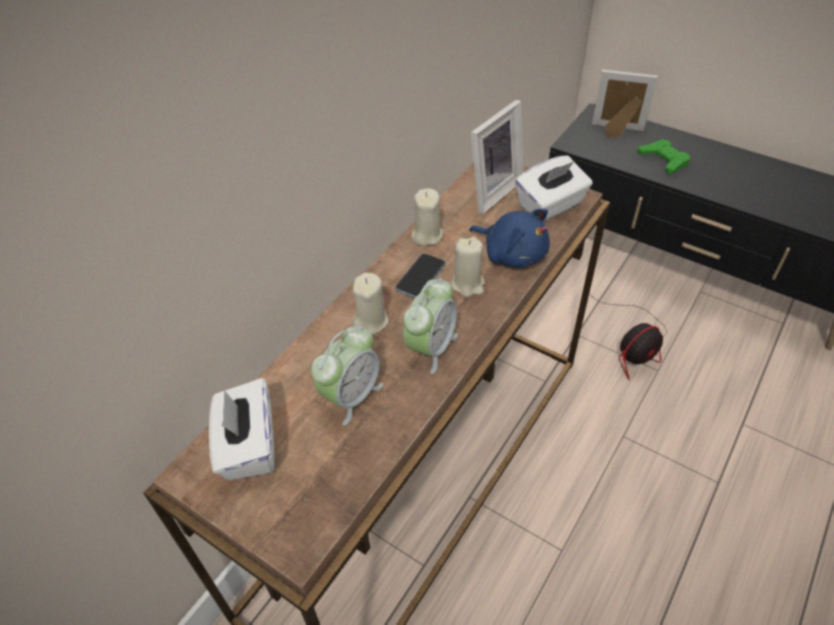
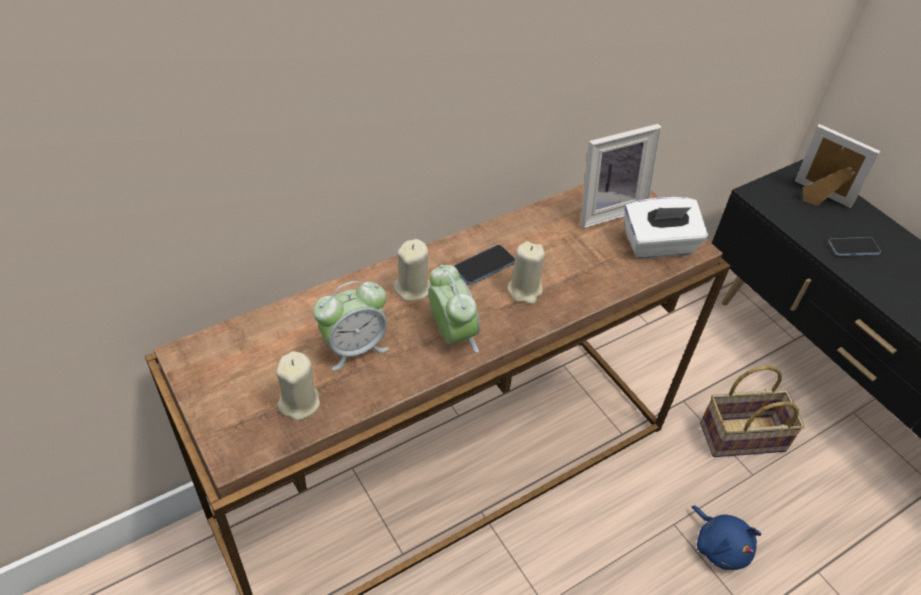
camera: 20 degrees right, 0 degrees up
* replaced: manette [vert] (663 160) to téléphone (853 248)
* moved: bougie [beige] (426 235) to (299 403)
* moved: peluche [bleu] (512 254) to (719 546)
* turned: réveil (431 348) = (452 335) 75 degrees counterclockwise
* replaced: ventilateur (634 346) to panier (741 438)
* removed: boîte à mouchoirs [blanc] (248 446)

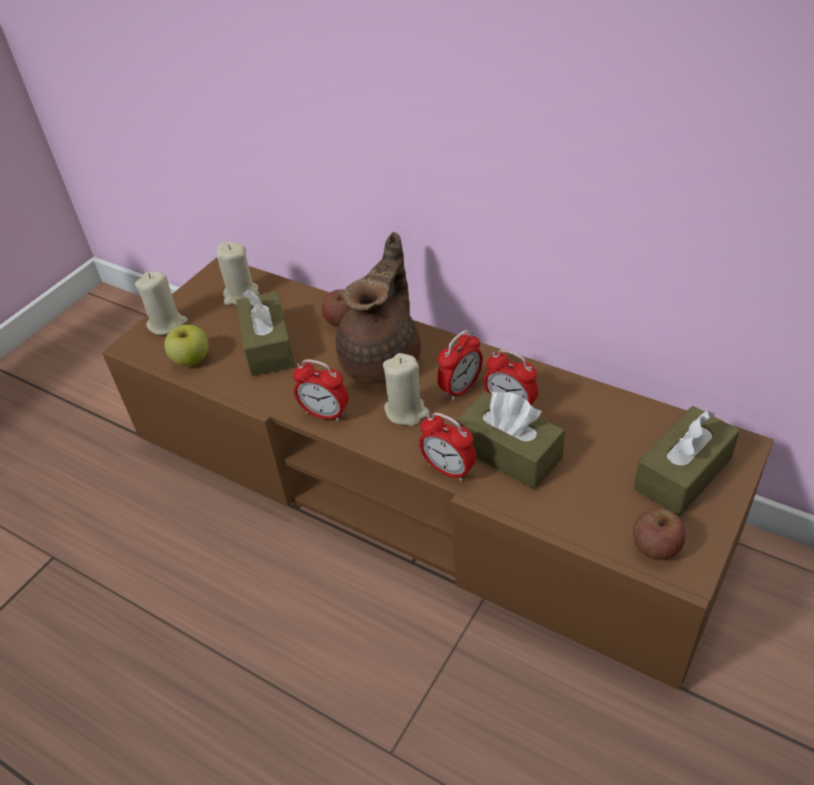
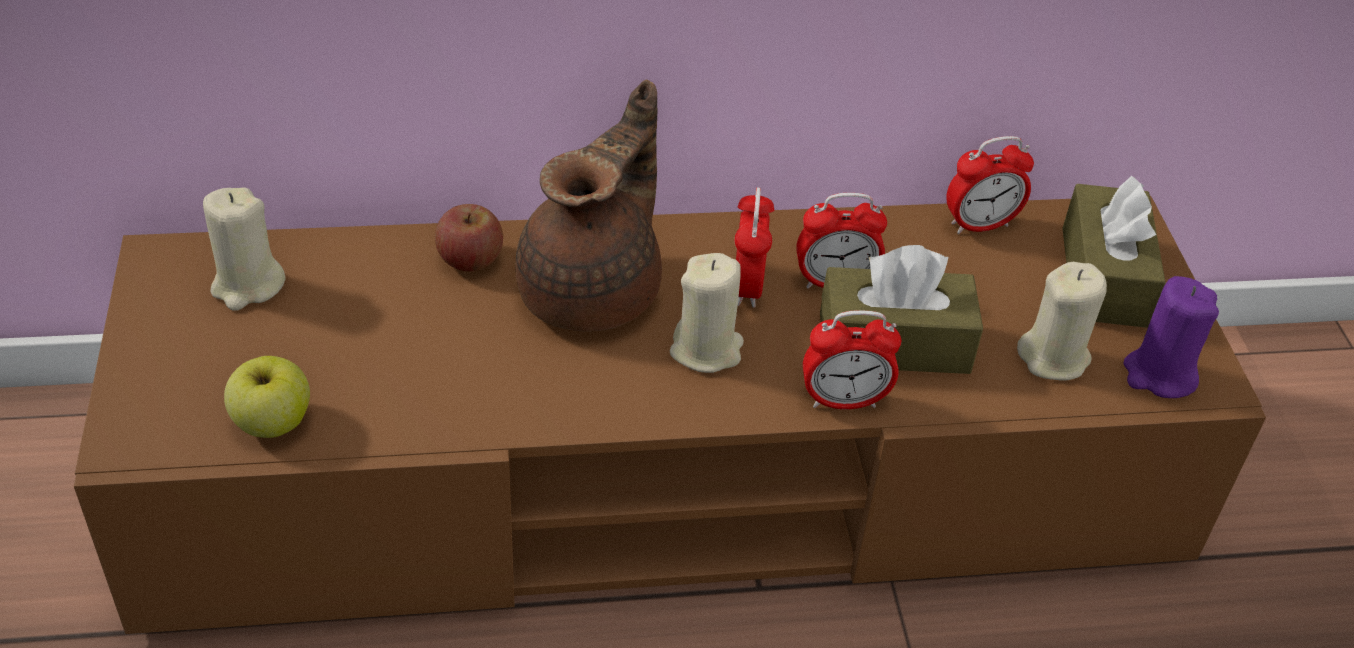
camera: 45 degrees left, 0 degrees up
* turned: théière [marron] (383 358) = (595 290) 45 degrees clockwise
* moved: bougie [beige] (167 324) to (1053 357)
* removed: boîte à mouchoirs [marron] (268 346)
* moved: réveil (325 414) to (980 225)
* replaced: pomme (656 546) to bougie [violet] (1159 374)

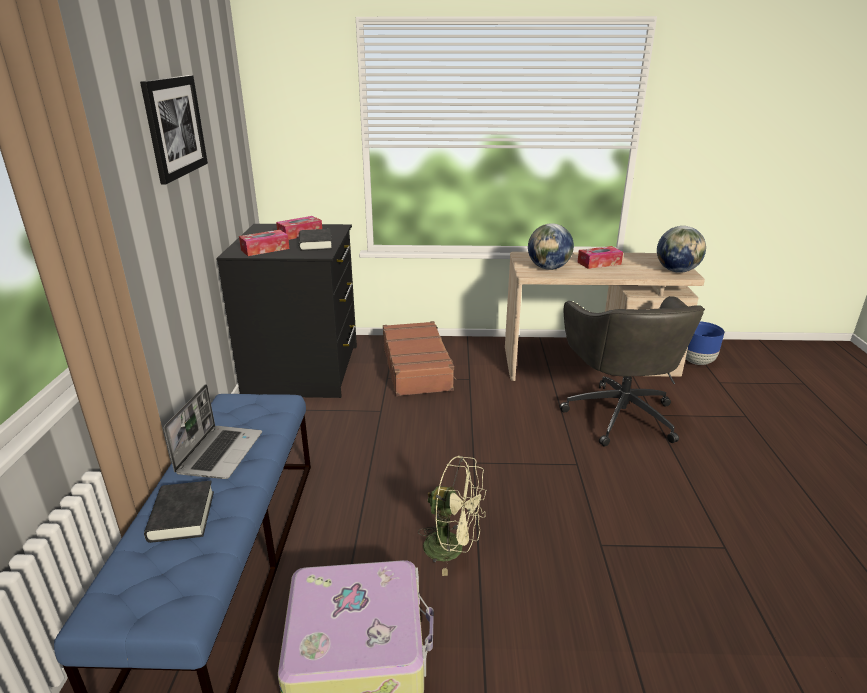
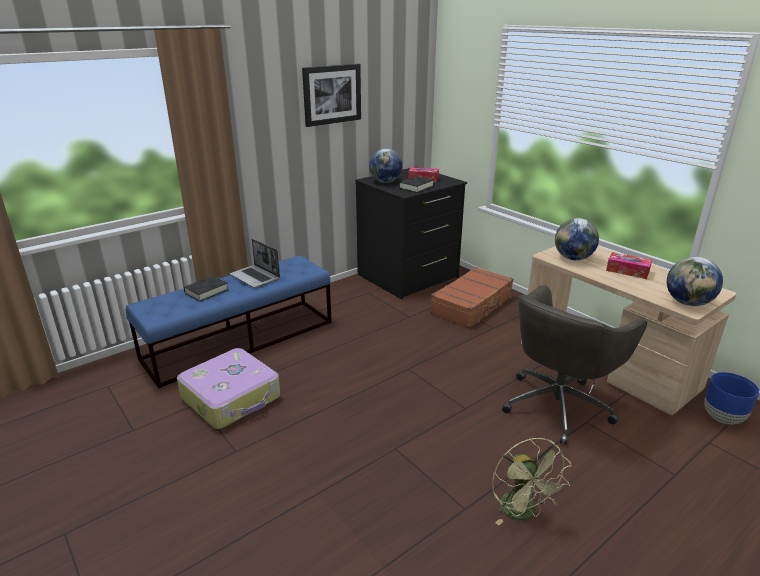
camera: 50 degrees right, 0 degrees up
* replaced: boîte à mouchoirs (265 249) to globe (385 182)
* turned: ordinateur portable (220 452) = (256 277) 75 degrees clockwise
* moved: ventilateur [vert] (452 548) to (522 513)

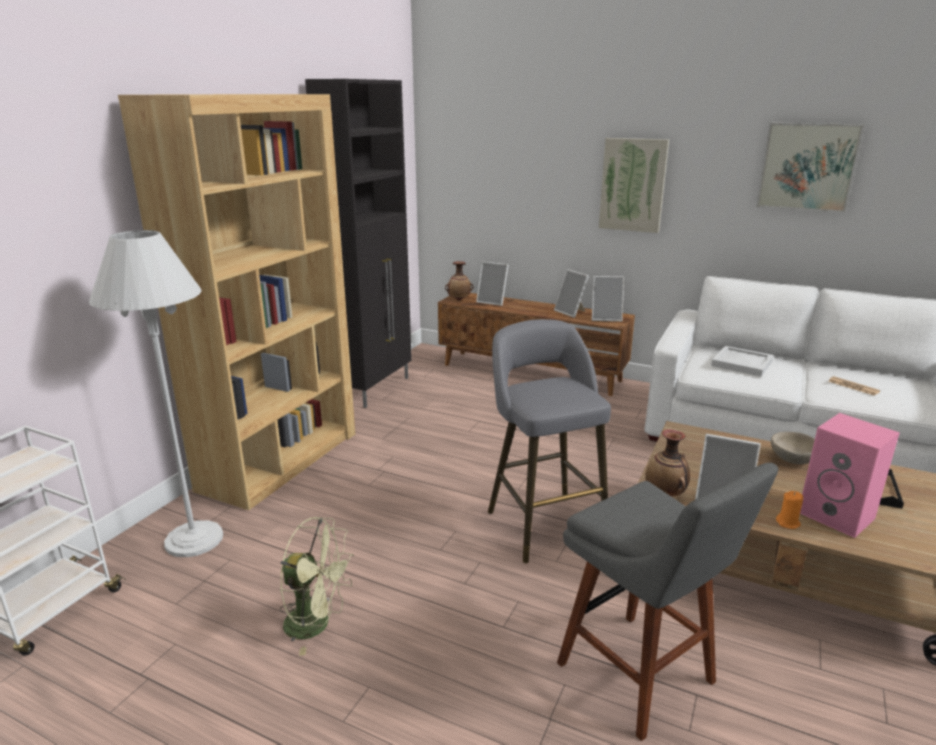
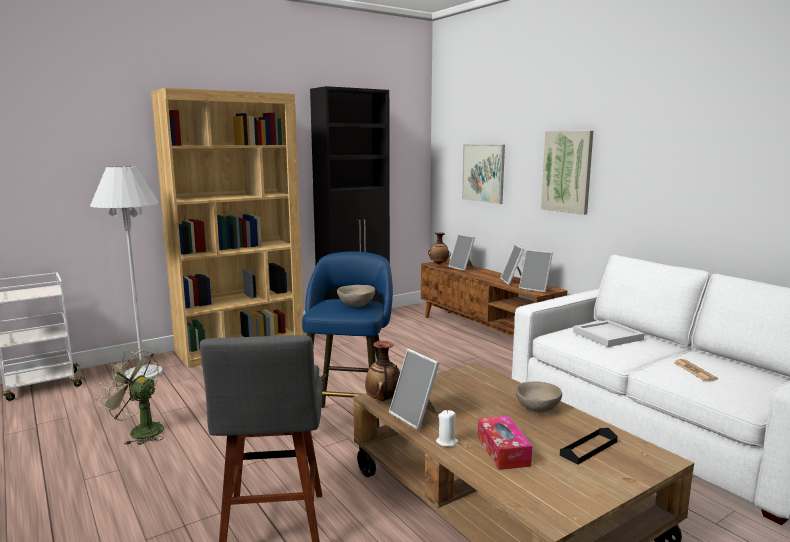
camera: 30 degrees right, 10 degrees down
* moved: tableau (807 167) to (483 173)
* recoloured: tabouret [gris] (543 522) to tabouret [bleu] (349 422)
* replaced: enceinte [rose] (838 515) to boîte à mouchoirs (503 451)
* recoloured: bougie [orange] (788 523) to bougie [blanc] (447 442)
* turned: ventilateur [vert] (317 624) = (139 431) 150 degrees clockwise
* added: bol [beige] (356 305)

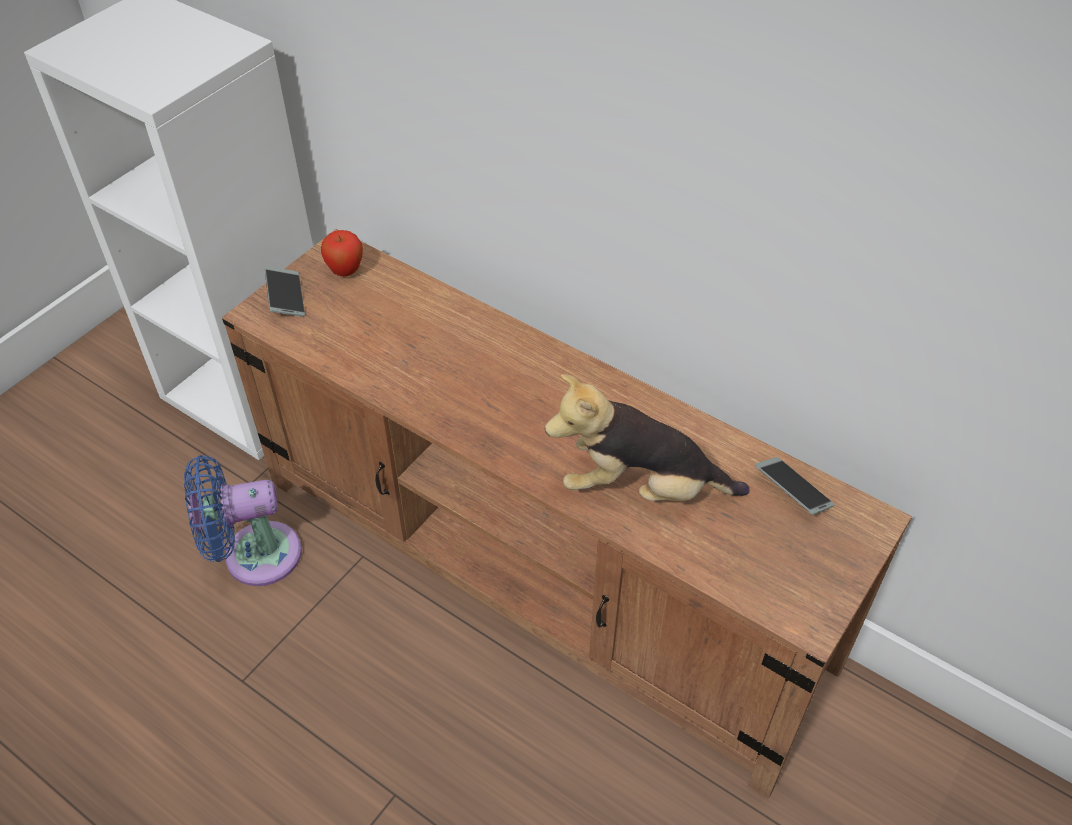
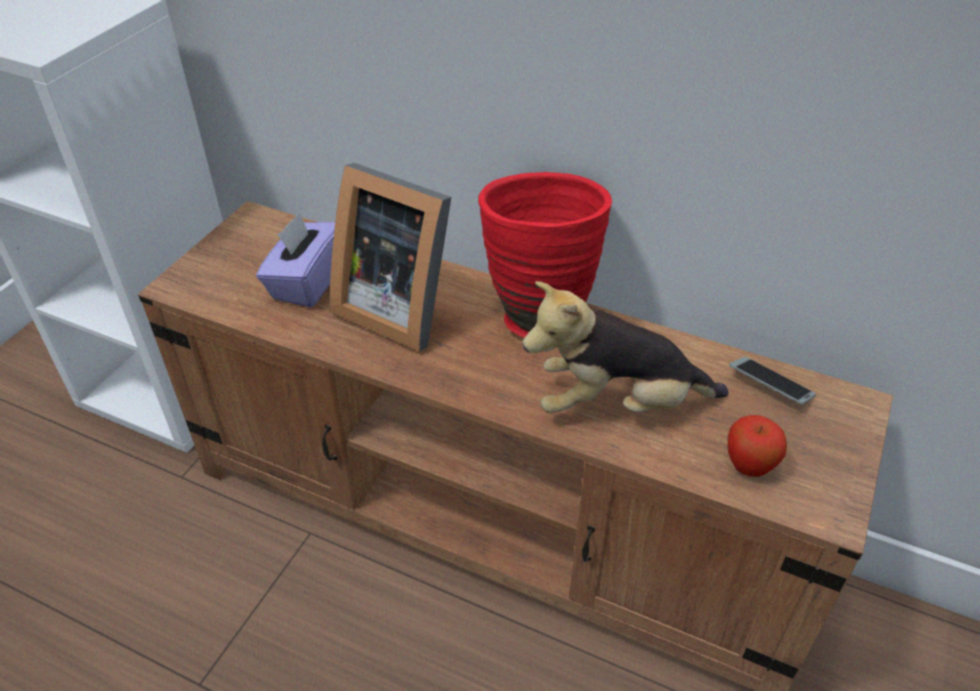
camera: 10 degrees left, 5 degrees down
* moved: pomme (345 271) to (748 466)
* removed: téléphone (286 297)
* removed: ventilateur [bleu] (254 555)
* added: cadre photo (397 307)
* added: vase [rouge] (537 311)
* added: boîte à mouchoirs [violet] (307 282)

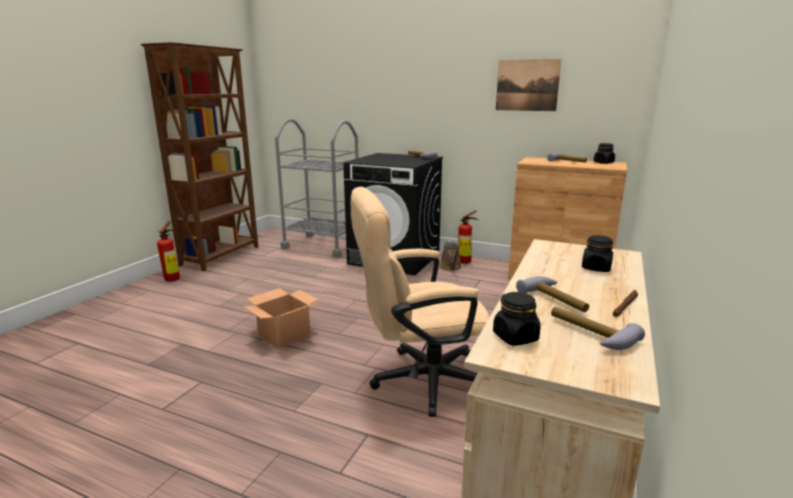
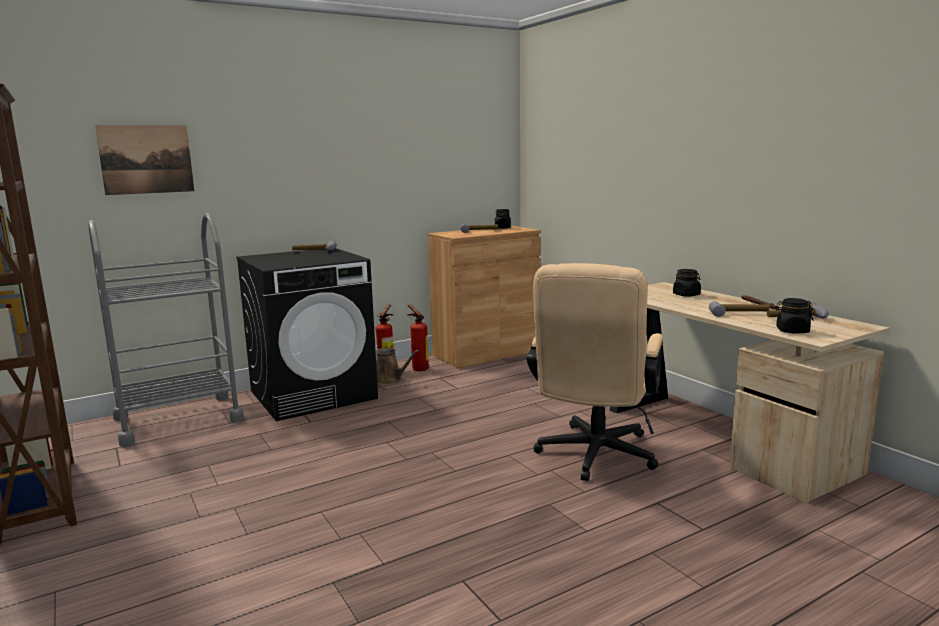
camera: 55 degrees left, 5 degrees down
* moved: tableau (527 85) to (146 159)
* moved: extincteur (174 278) to (418 368)
* removed: carton (284 335)

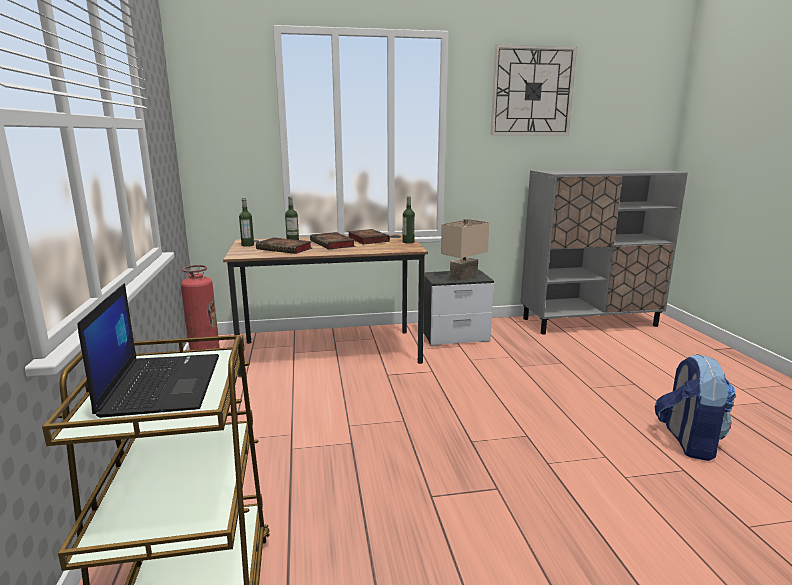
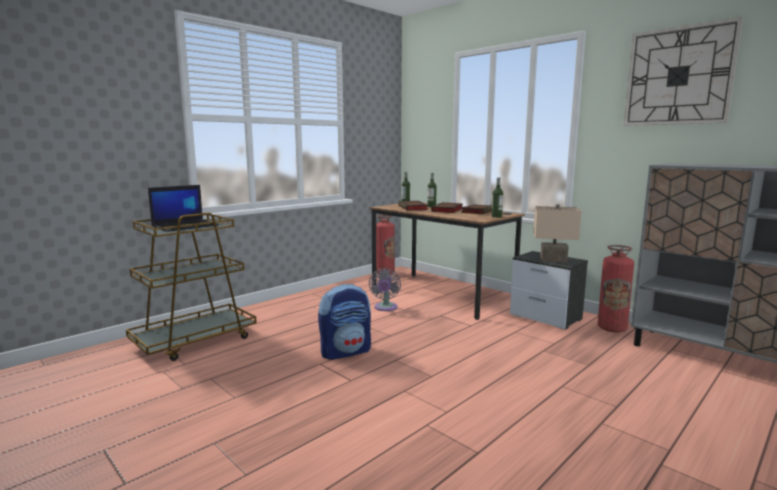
camera: 55 degrees right, 5 degrees down
* moved: sac à dos (688 441) to (346 352)
* added: extincteur (612 328)
* added: ventilateur [gris] (385 308)

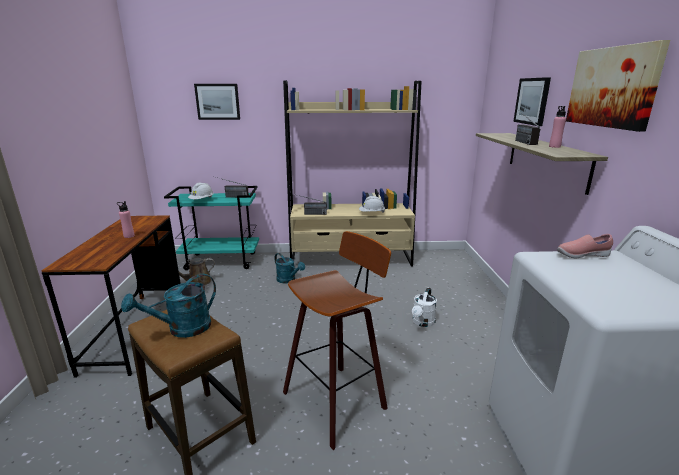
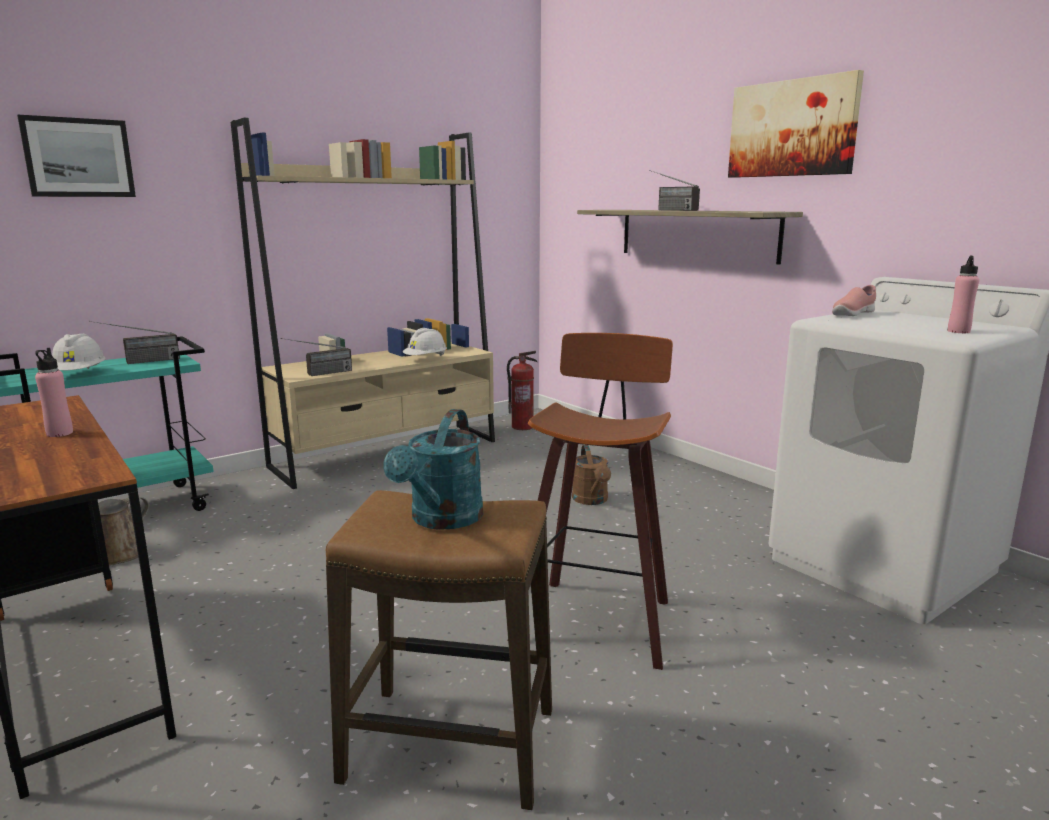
camera: 35 degrees left, 5 degrees down
* removed: tableau (532 101)
* moved: bouteille [rose] (554 146) to (958 331)
* removed: arrosoir [turquoise] (288 280)
* recoloured: arrosoir [blanc] (422 323) to arrosoir [marron] (592 500)
* added: extincteur (522 427)

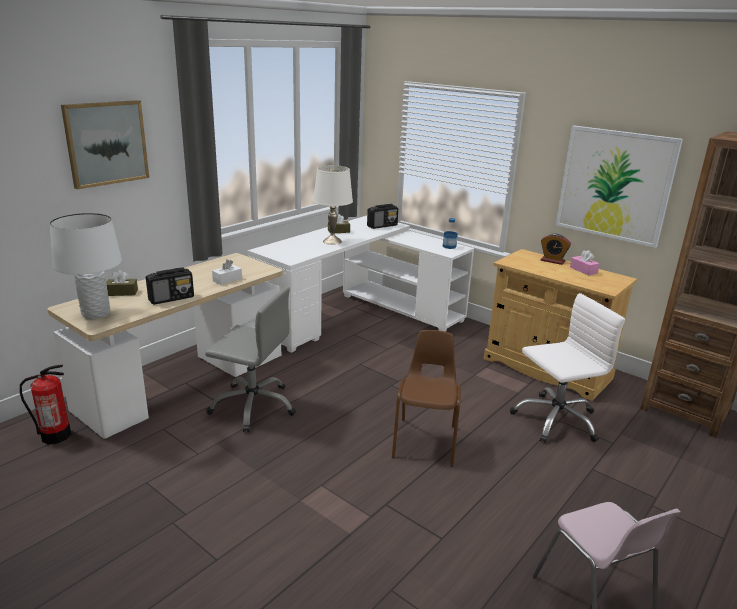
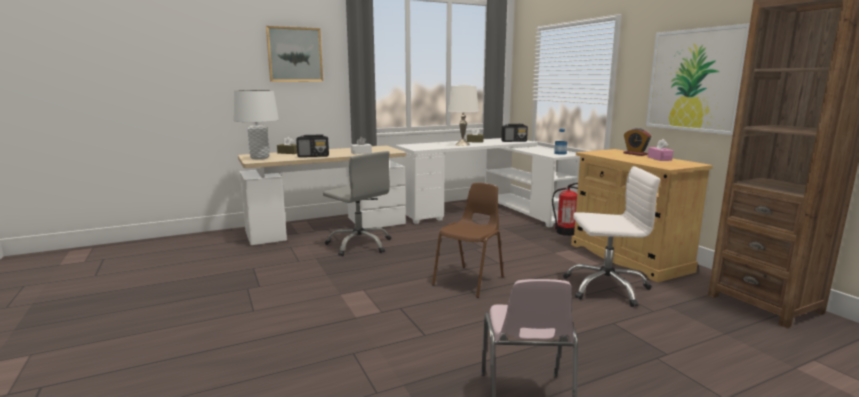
camera: 25 degrees right, 10 degrees down
* moved: extincteur (55 435) to (565 232)

